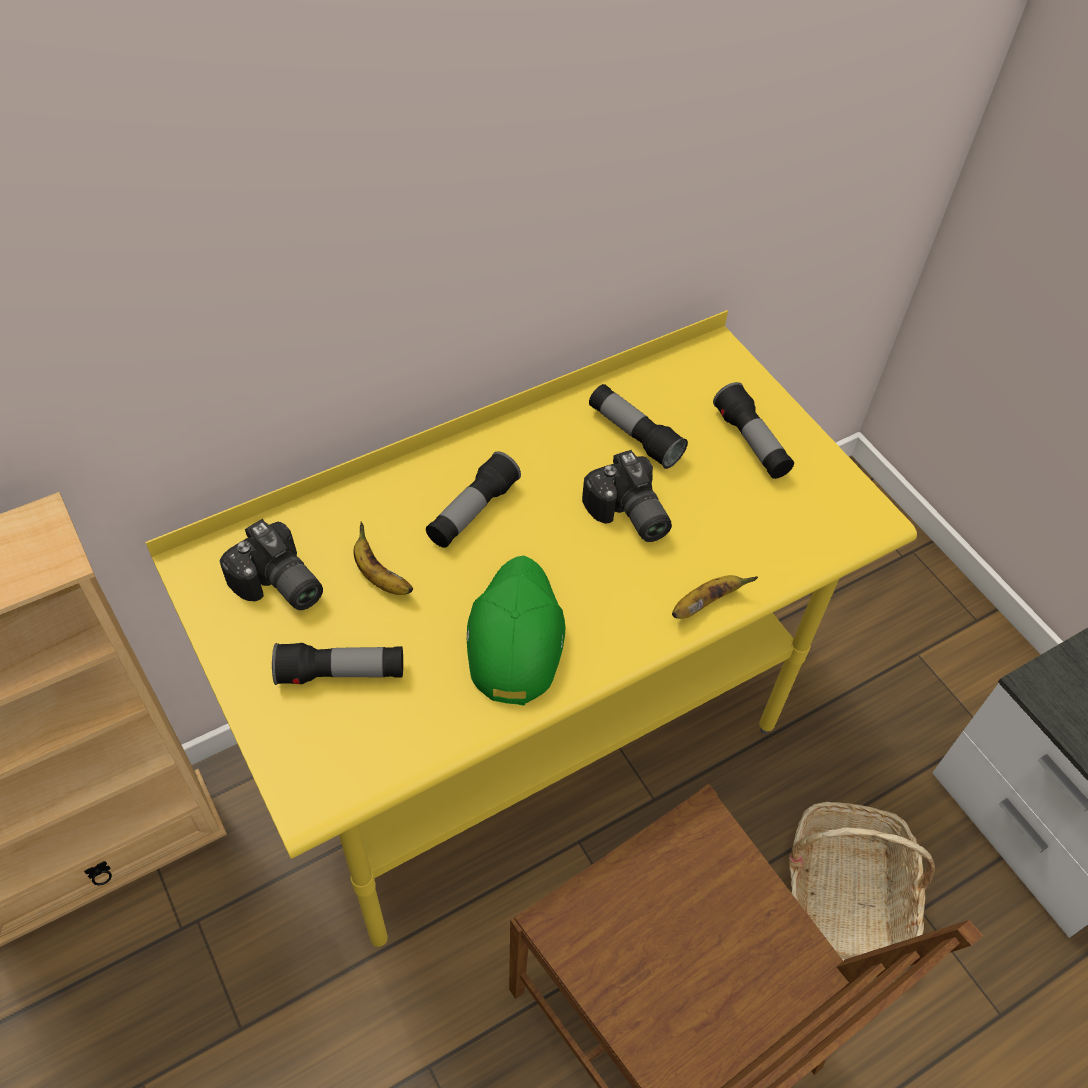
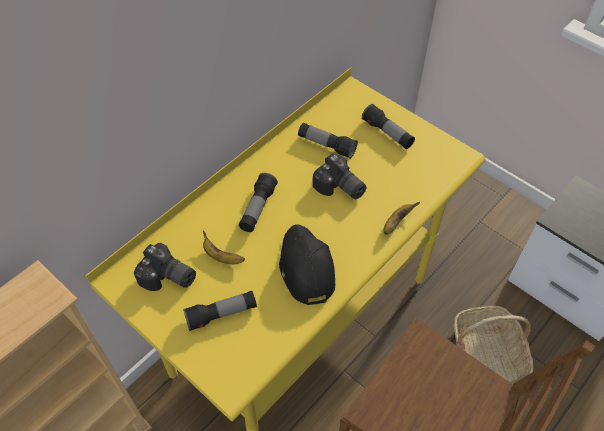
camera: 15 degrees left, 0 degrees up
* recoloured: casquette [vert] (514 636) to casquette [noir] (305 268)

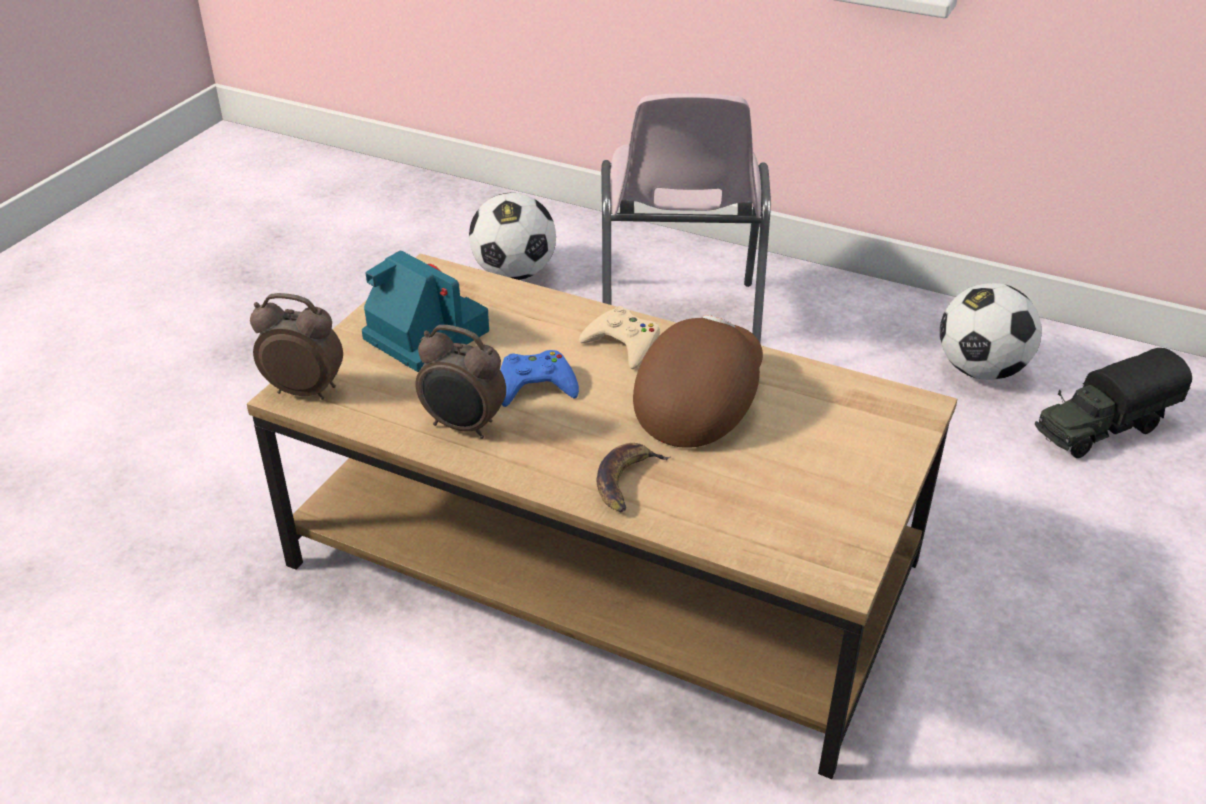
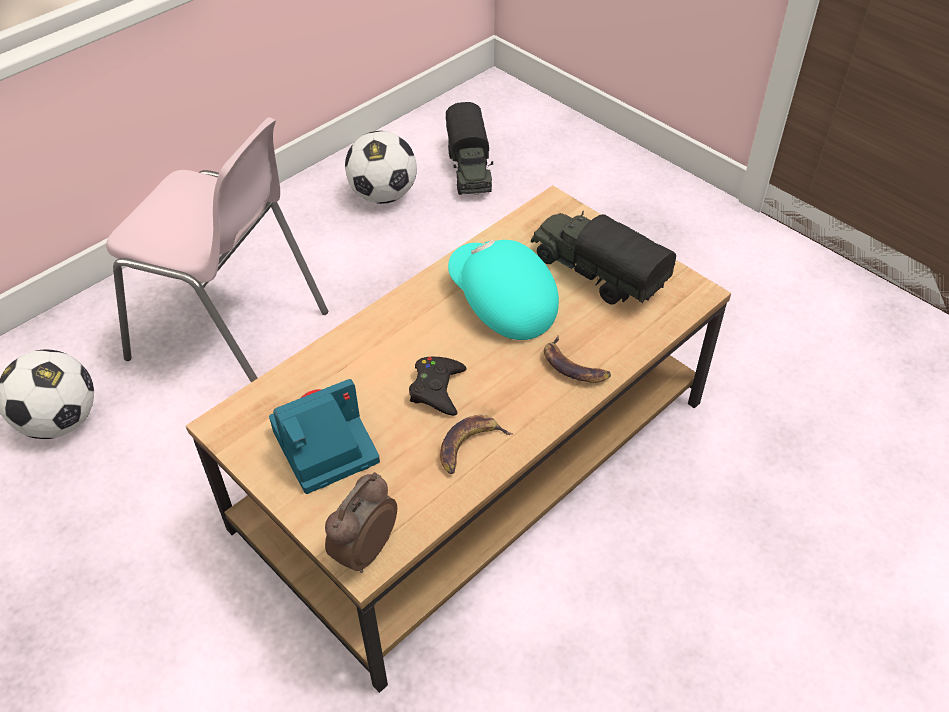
camera: 70 degrees left, 10 degrees up
* removed: manette [beige] (623 344)
* recoloured: casquette [marron] (698 402) to casquette [turquoise] (501 304)
* replaced: réveil (463 427) to banane (469 446)
* recoloured: manette [bleu] (536 386) to manette [noir] (437 389)
* added: camion jouet (595 274)

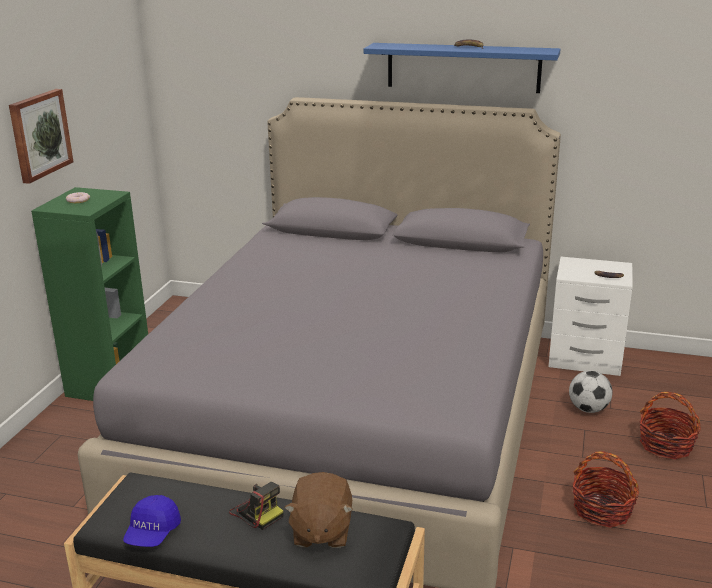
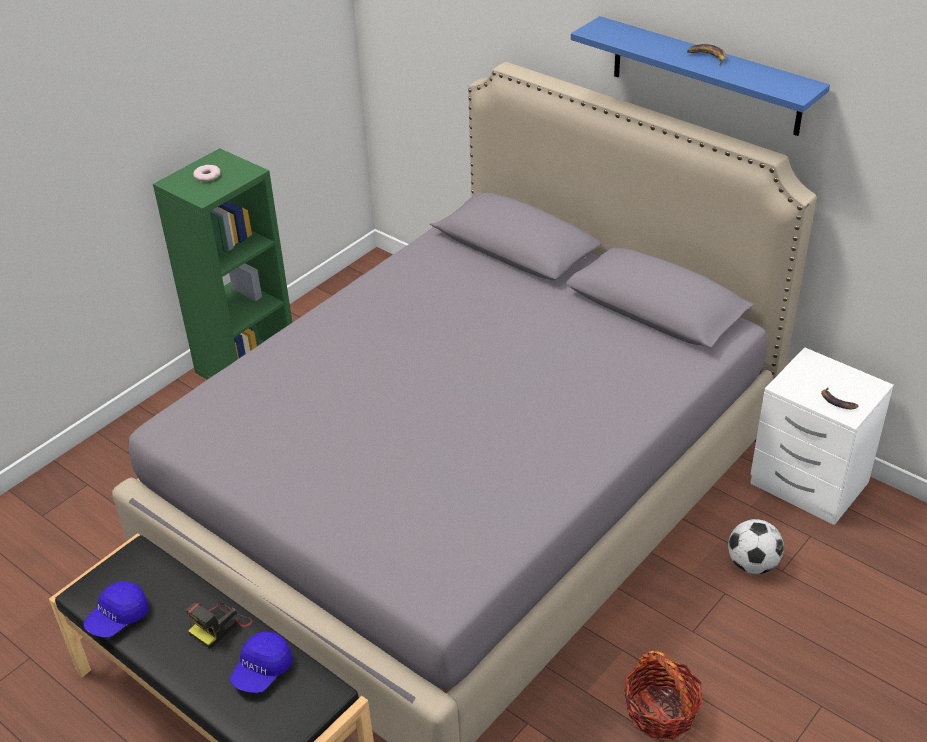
camera: 25 degrees right, 15 degrees up
* removed: tableau (39 134)
* removed: panier (666 445)
* replaced: peluche [marron] (321 531) to casquette [bleu] (262 671)
* turned: appareil photo (256 512) = (220 626) 60 degrees clockwise

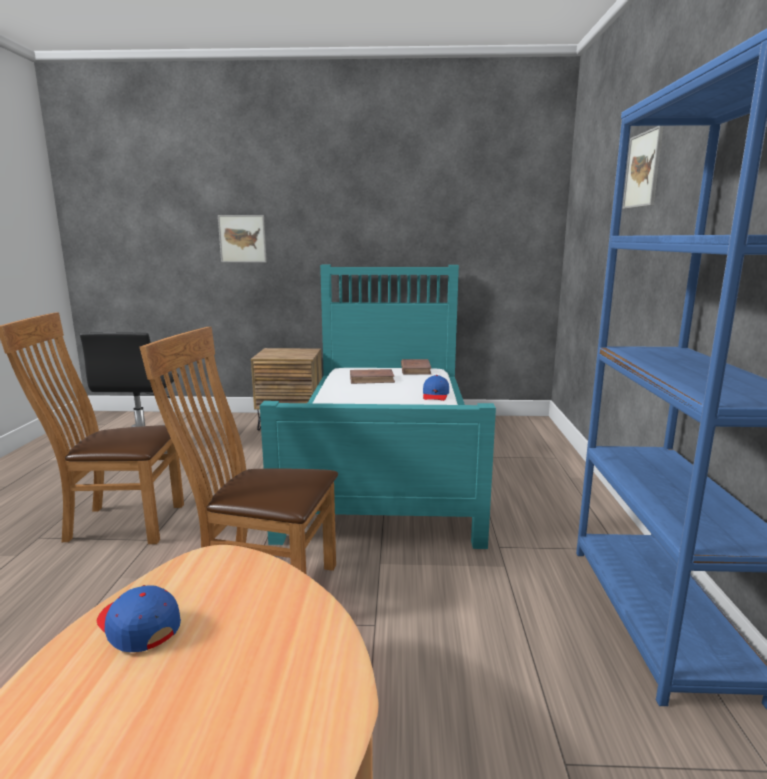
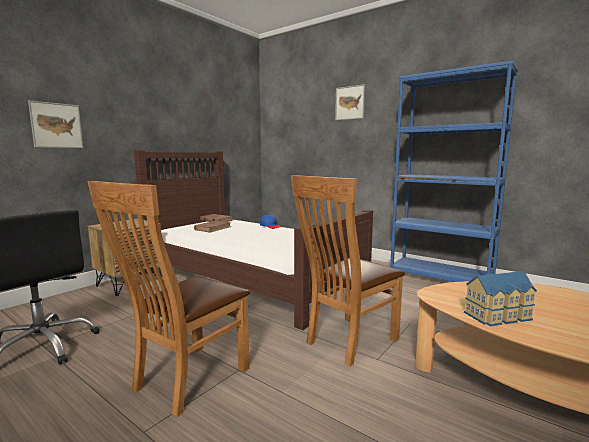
camera: 55 degrees left, 5 degrees down
* recoloured: lit [turquoise] (384 463) to lit [marron] (250 278)
* replaced: casquette [bleu] (138 626) to maison miniature (500 316)

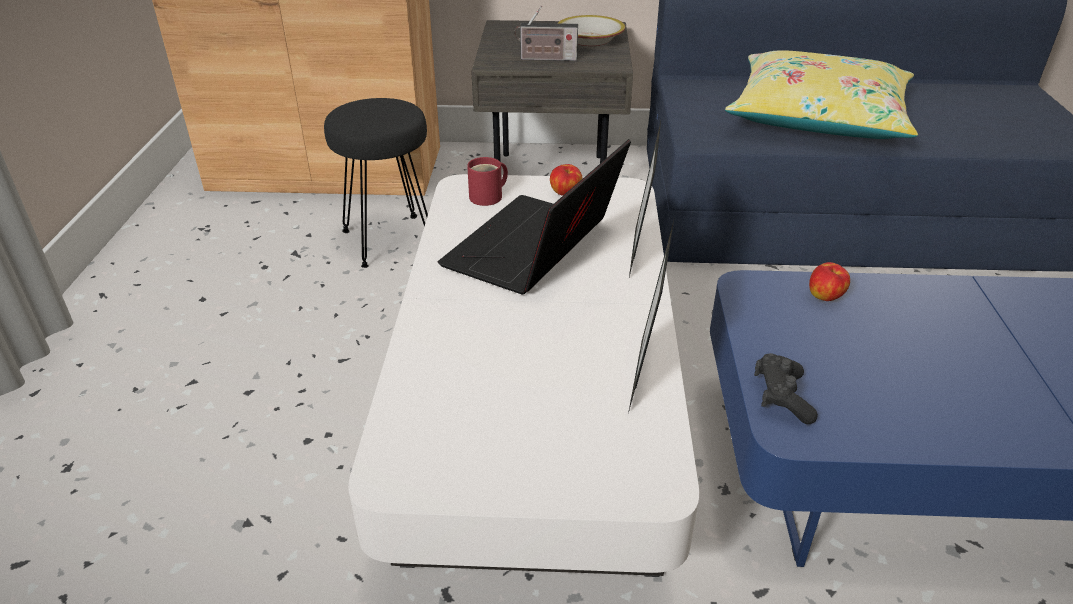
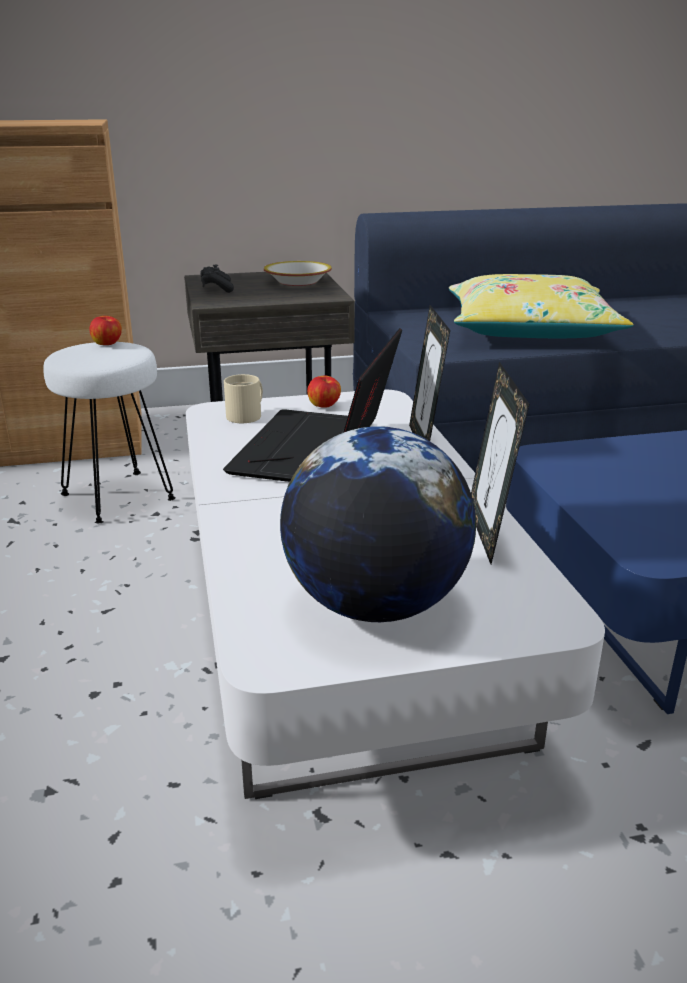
camera: 15 degrees left, 10 degrees down
* removed: radio (545 59)
* recoloured: tabouret [noir] (389 240) to tabouret [blanc] (118 496)
* recoloured: mug [rouge] (489 197) to mug [beige] (247 416)
* moved: pomme (825 297) to (107 344)
* moved: manette [noir] (781 398) to (217 288)
* added: globe (375 605)

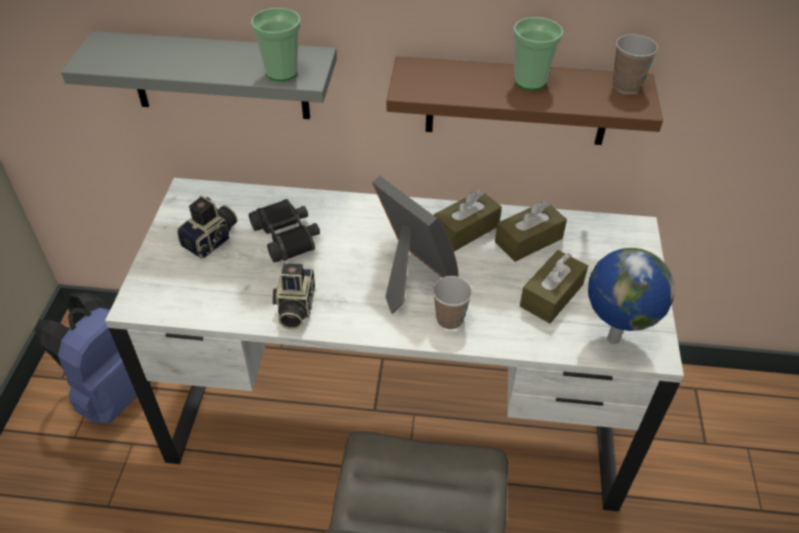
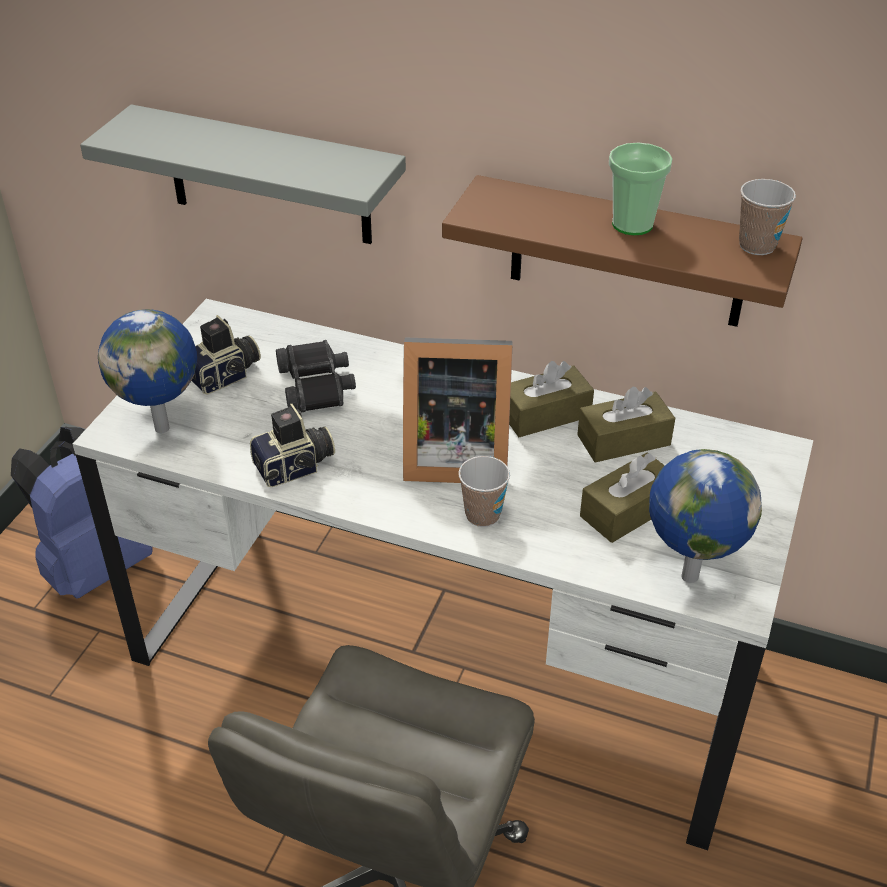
camera: 15 degrees right, 5 degrees down
* removed: tasse (281 72)
* turned: cadre photo (410 276) = (452 456) 120 degrees clockwise
* turned: appareil photo (294 307) = (295 468) 135 degrees counterclockwise
* added: globe (164 427)

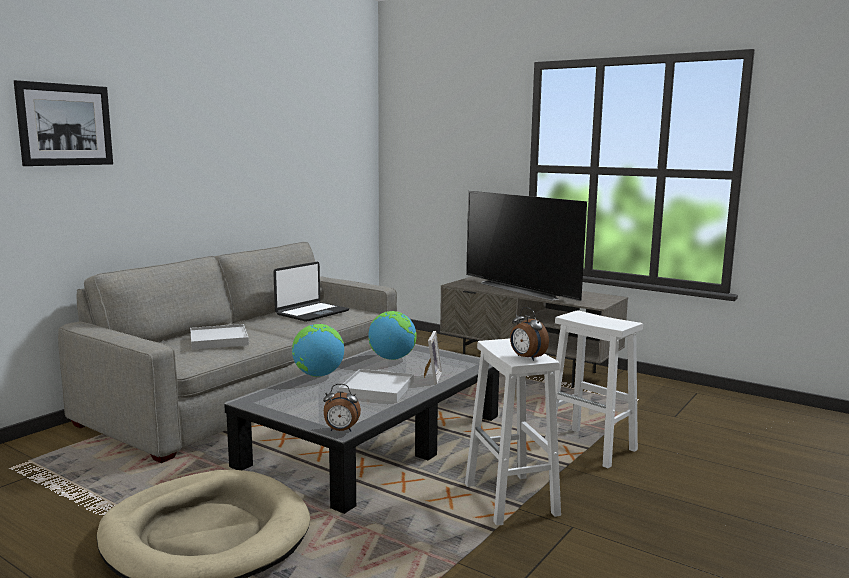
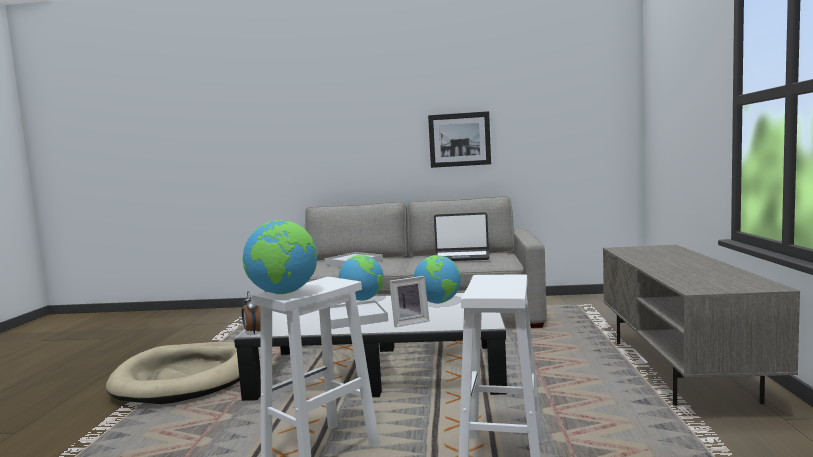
camera: 60 degrees right, 5 degrees down
* moved: tableau (65 125) to (459 139)
* removed: téléviseur (523 289)
* replaced: réveil (526 358) to globe (283 293)

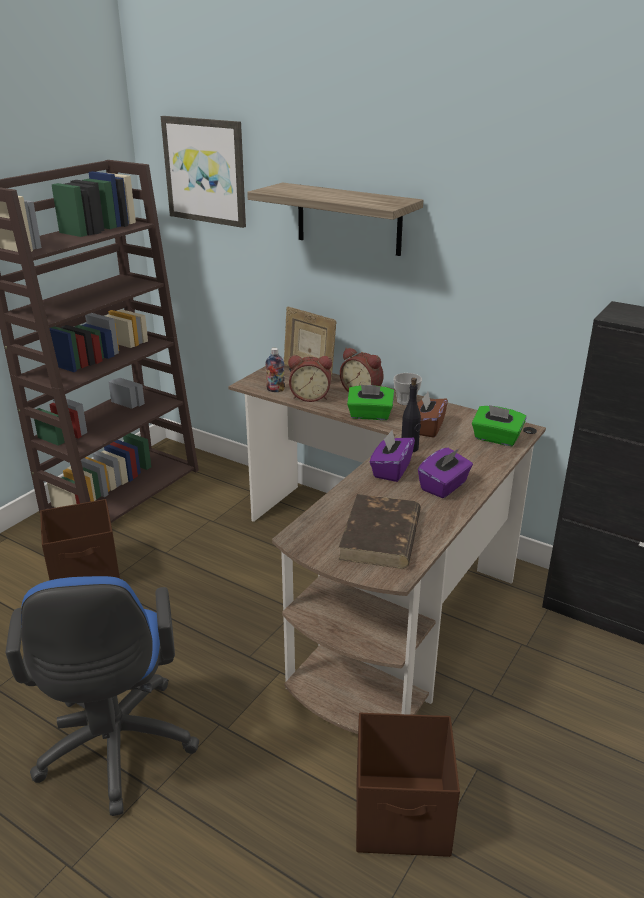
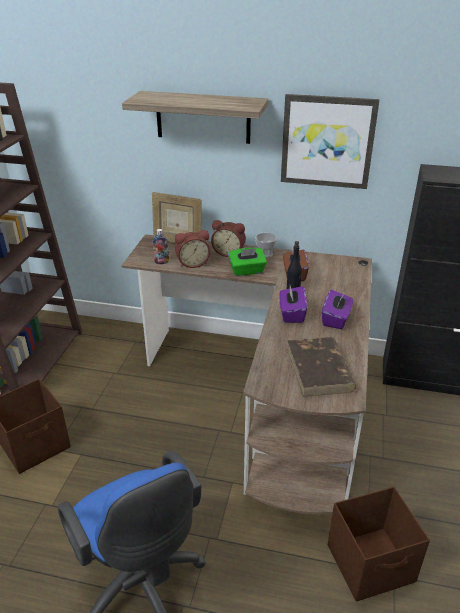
camera: 20 degrees left, 5 degrees up
* moved: tableau (205 171) to (327 141)
* removed: boîte à mouchoirs [vert] (496 438)

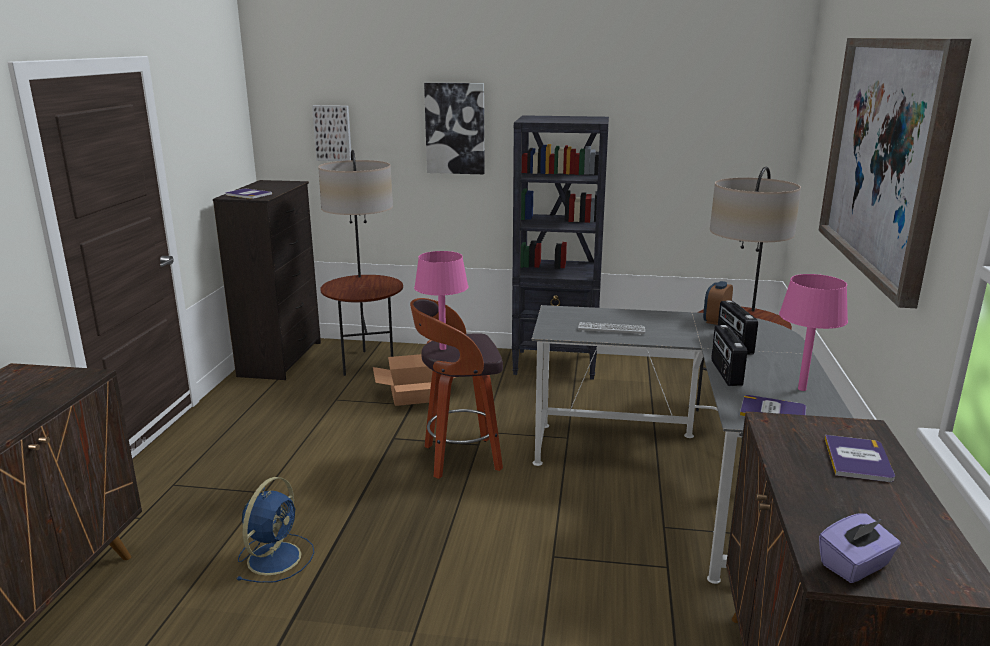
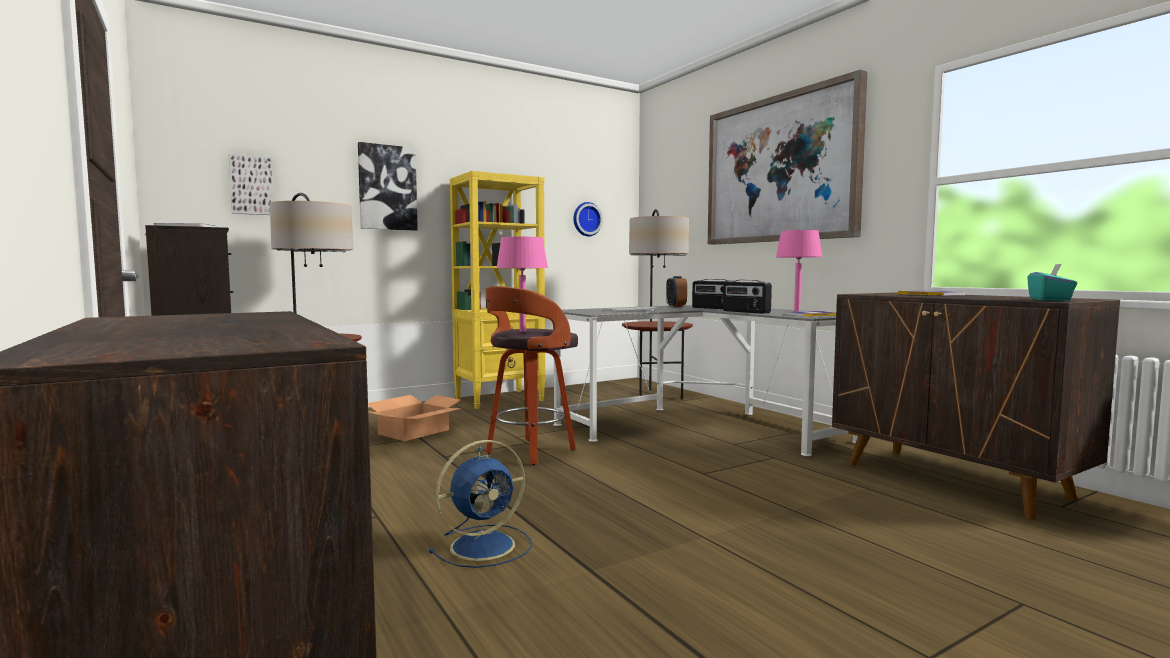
camera: 40 degrees left, 15 degrees down
* recoloured: bibliothèque [noir] (556 365) to bibliothèque [jaune] (500 399)
* turned: ventilateur [bleu] (275 557) = (485 545) 75 degrees clockwise
* recoloured: boîte à mouchoirs [violet] (855 566) to boîte à mouchoirs [turquoise] (1050 300)
* added: horloge murale (586 219)

